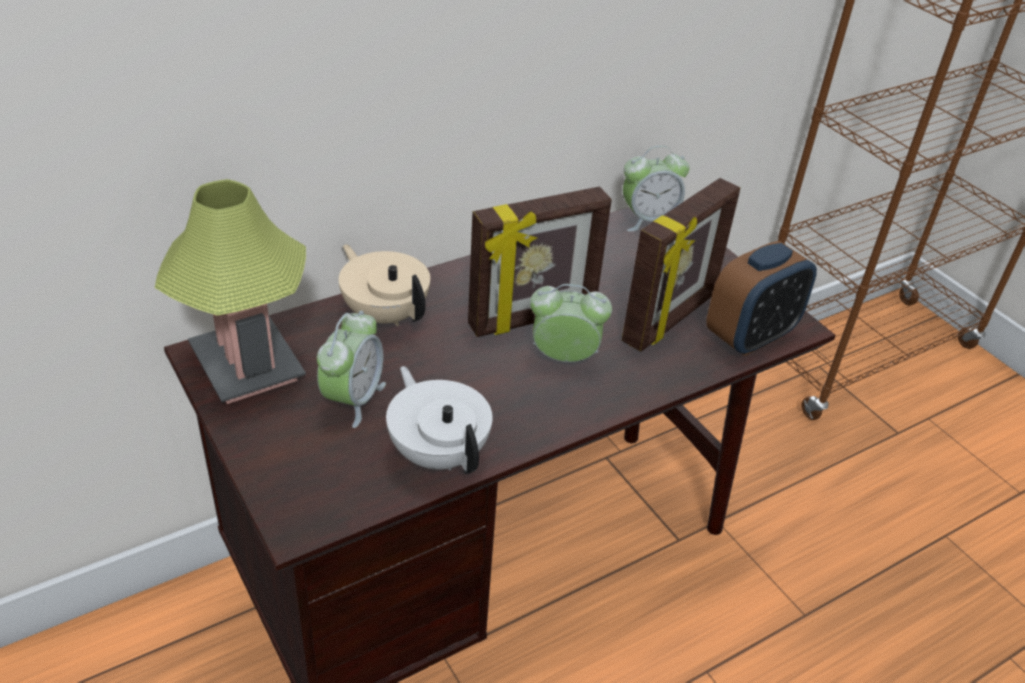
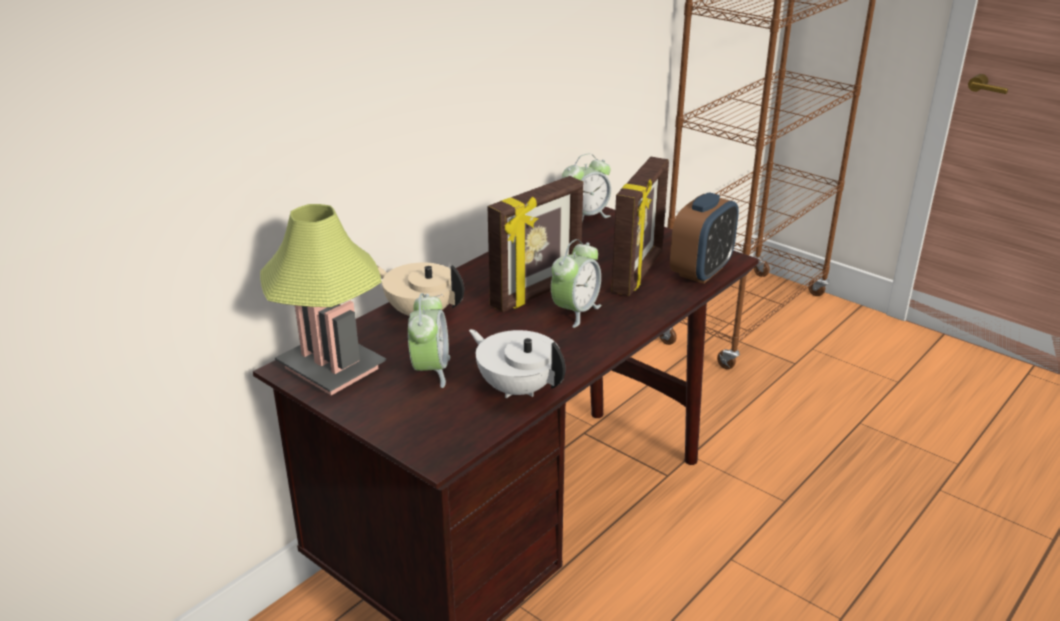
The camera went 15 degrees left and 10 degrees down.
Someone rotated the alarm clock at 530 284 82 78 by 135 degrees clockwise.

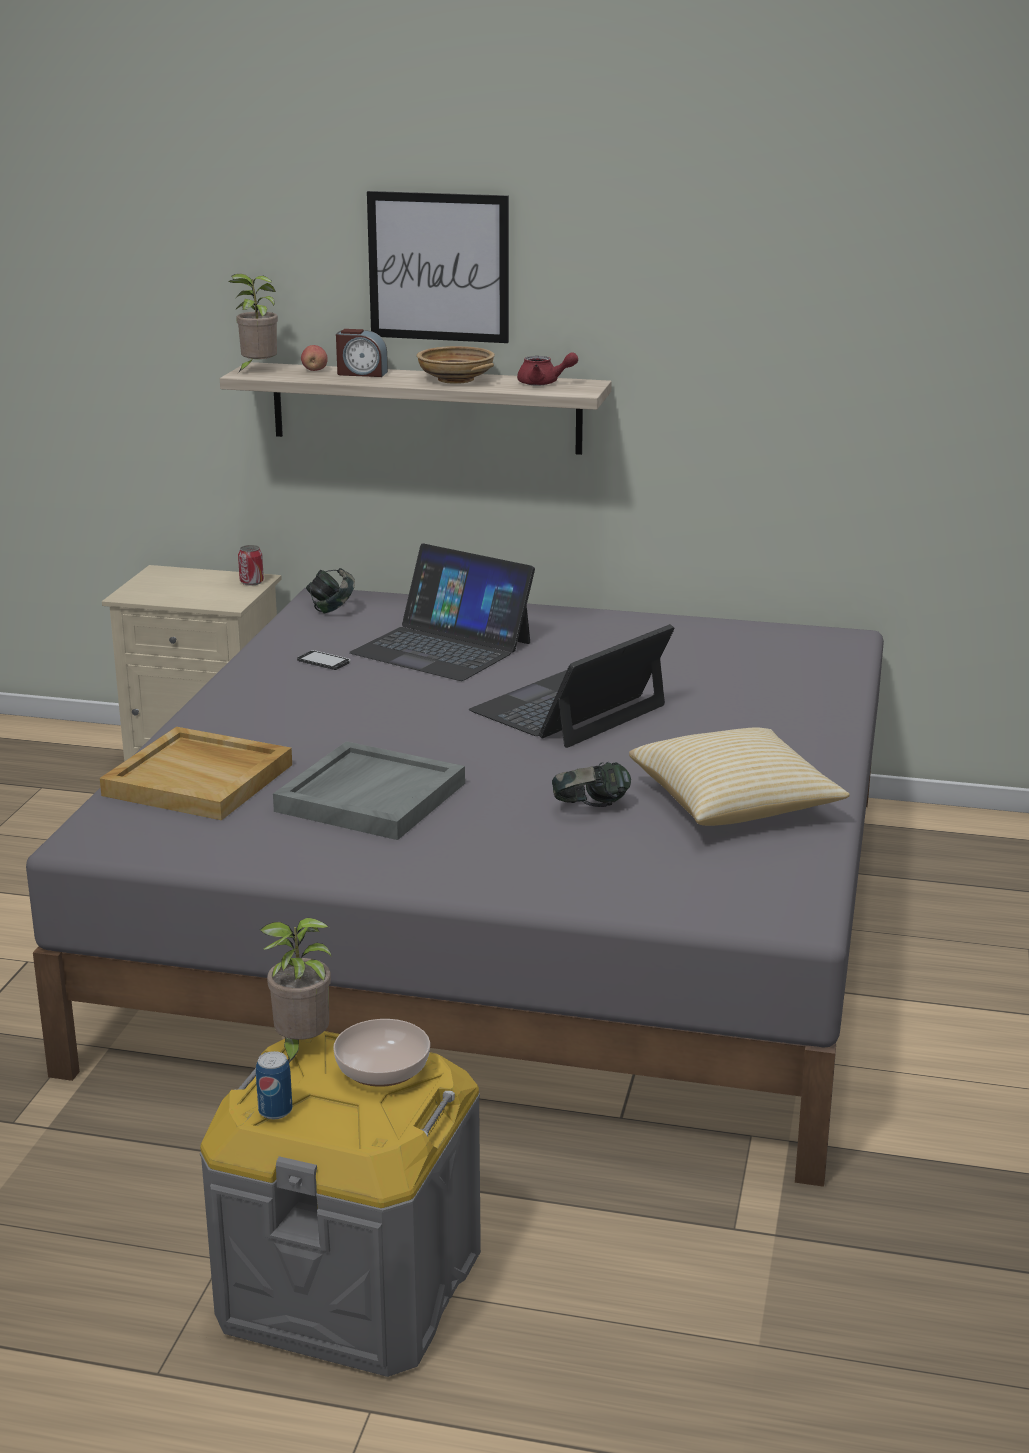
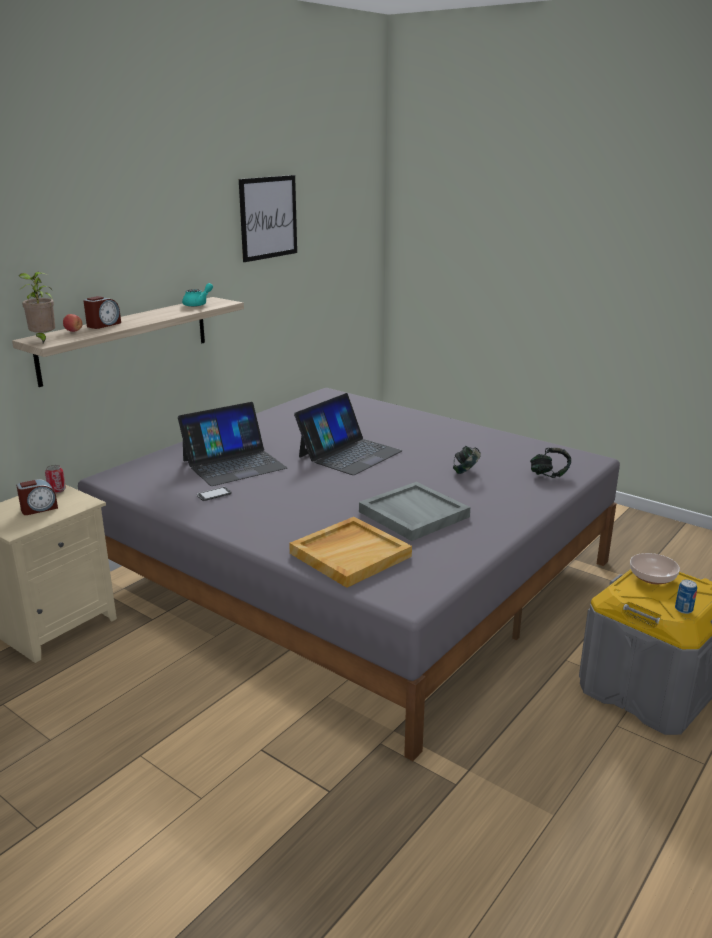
The camera went 65 degrees left and 0 degrees up.
Someone took away the potted plant at 259 918 73 145.
Someone took away the bowl in beige at 417 346 78 38.
Someone took away the pillow at 629 728 221 98.
Someone put down the alarm clock at 16 479 42 36.
Someone carried the headphones from 306 568 49 46 to 530 448 41 30.
Someone carried the picture from 367 191 142 152 to 239 175 58 87.
Someone repainted the teapot in red at 517 352 61 34, which became the teapot in turquoise at 182 283 31 24.
Someone rotated the laptop at 469 624 205 124 by 120 degrees counterclockwise.

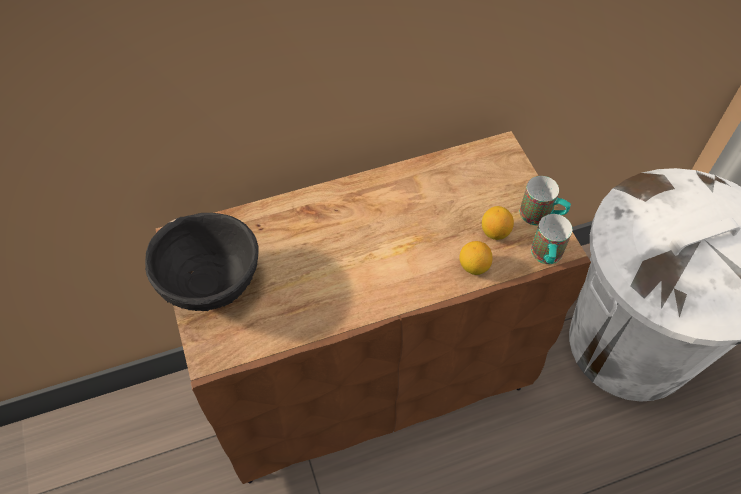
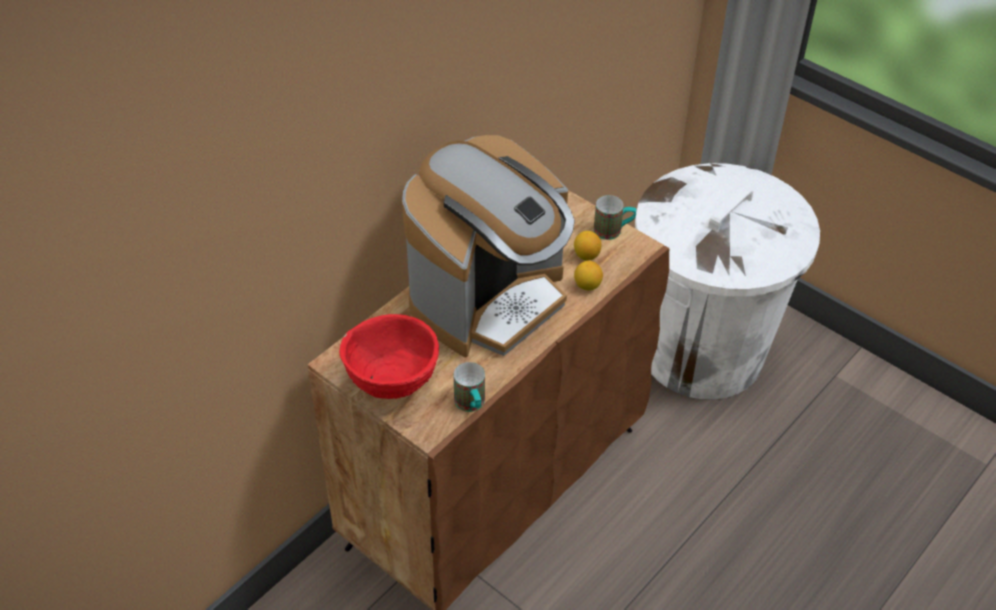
The camera went 30 degrees left and 10 degrees down.
Someone put down the coffee machine at 402 135 173 222.
Someone carried the mug from 531 214 41 50 to 454 362 31 50.
Someone repainted the bowl in black at 145 213 114 98, which became the bowl in red at 339 314 100 85.

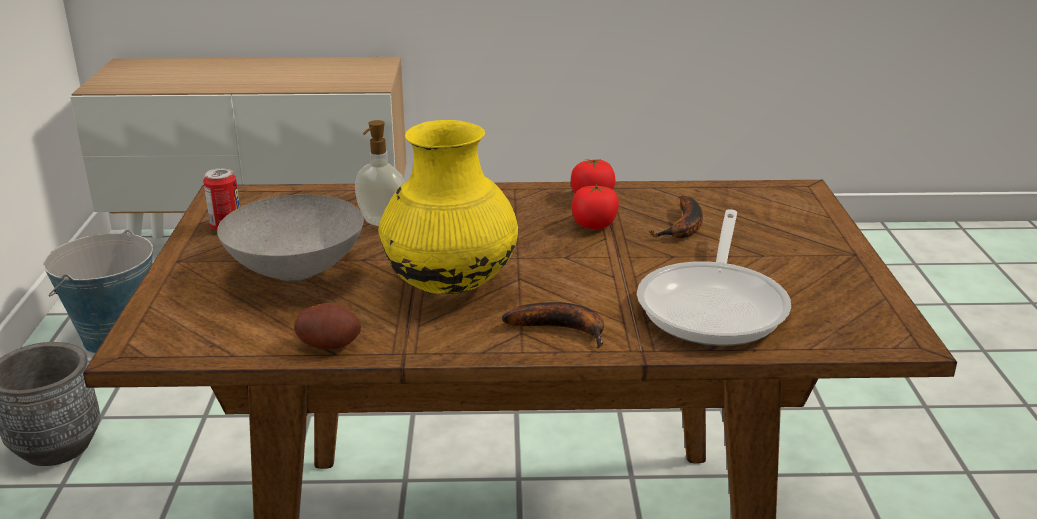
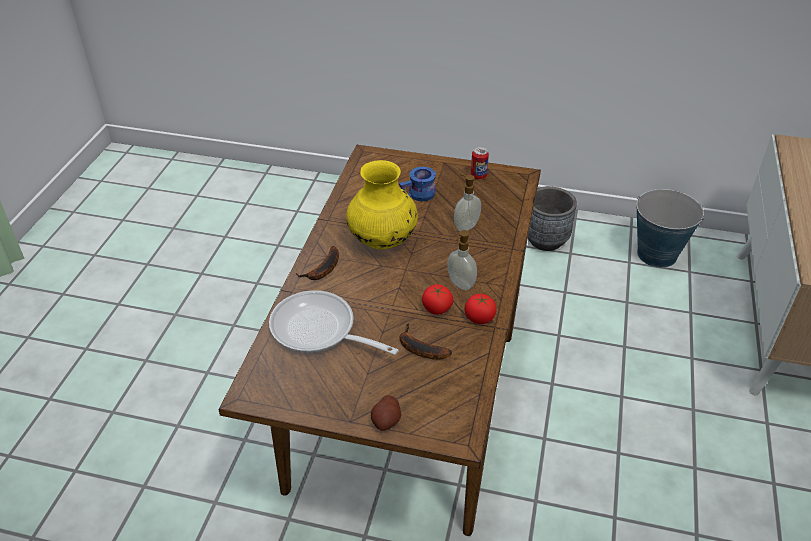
The camera went 105 degrees right and 15 degrees up.
Someone put down the soap dispenser at 447 230 30 60.
Someone carried the potato from 294 303 67 46 to 371 395 30 36.
Someone swapped the bowl in grey at 217 194 147 87 for the mug in blue at 399 167 37 34.

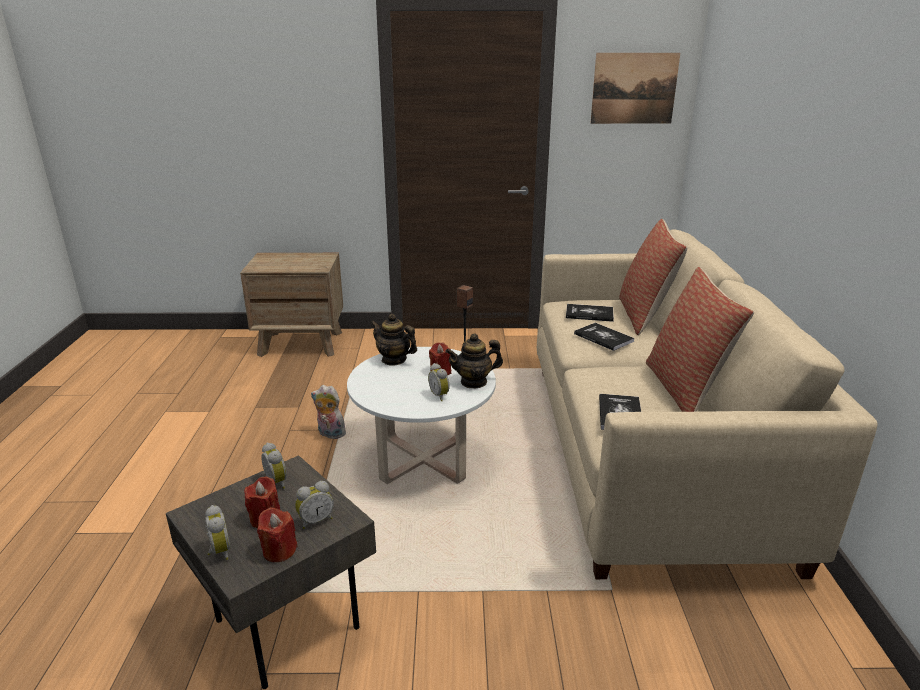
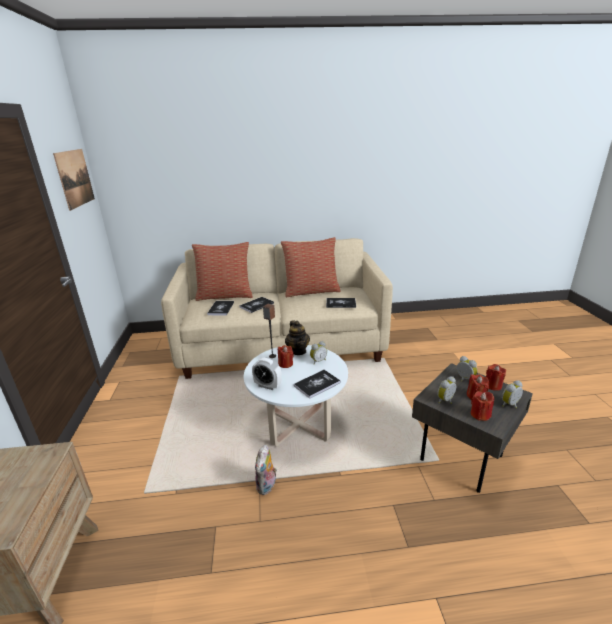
The camera went 95 degrees left and 0 degrees up.
Someone put down the book at 294 370 47 29.
Someone put down the candle in red at 471 391 23 30.
Someone swapped the teapot at 370 314 47 52 for the alarm clock at 252 357 30 33.

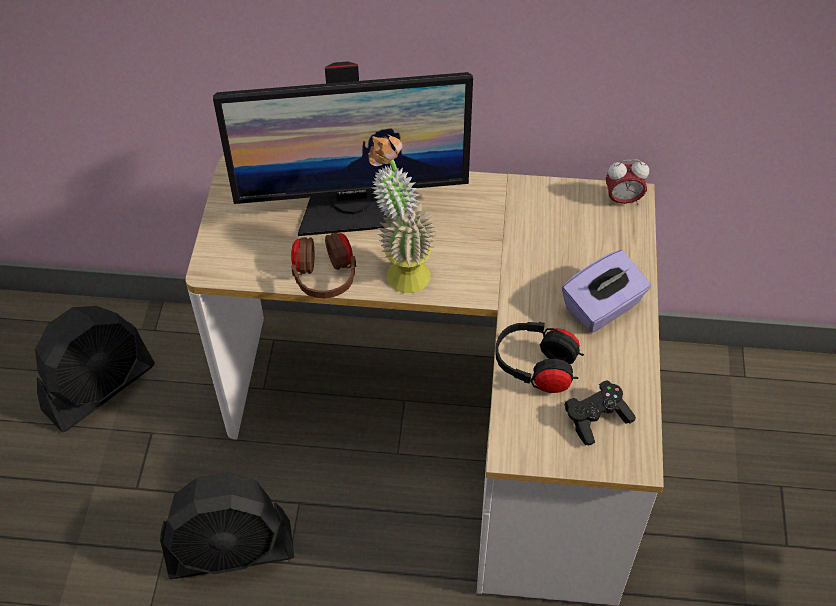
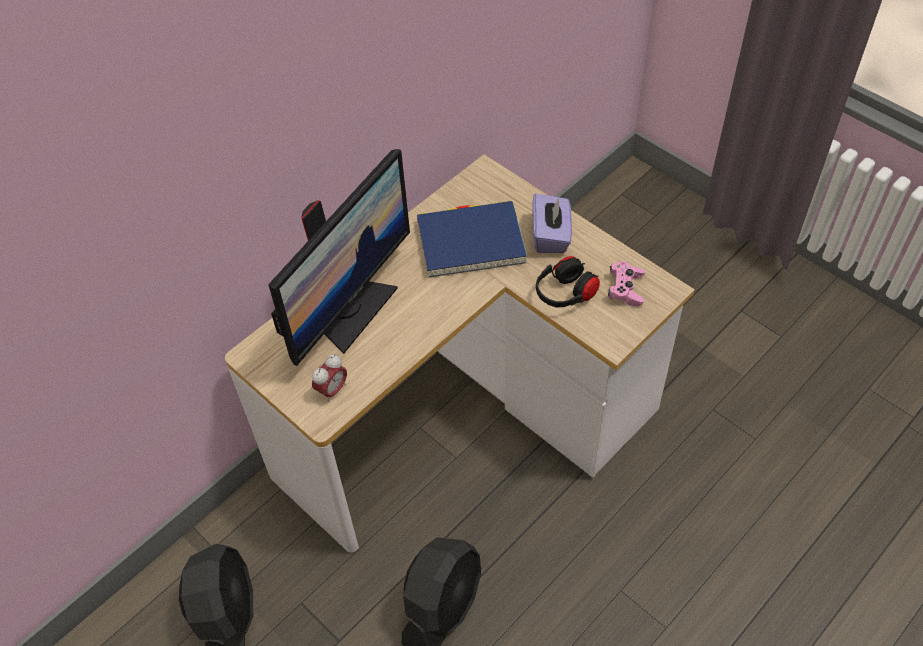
The camera went 50 degrees left and 0 degrees up.
Someone took away the headphones in brown at 291 233 65 65.
Someone took away the potted plant at 368 135 69 158.
Someone put down the book in blue at 417 201 110 77.
Someone carried the alarm clock from 606 159 43 47 to 312 354 35 48.
Someone repainted the game controller in black at 565 381 71 65, which became the game controller in pink at 608 261 37 45.

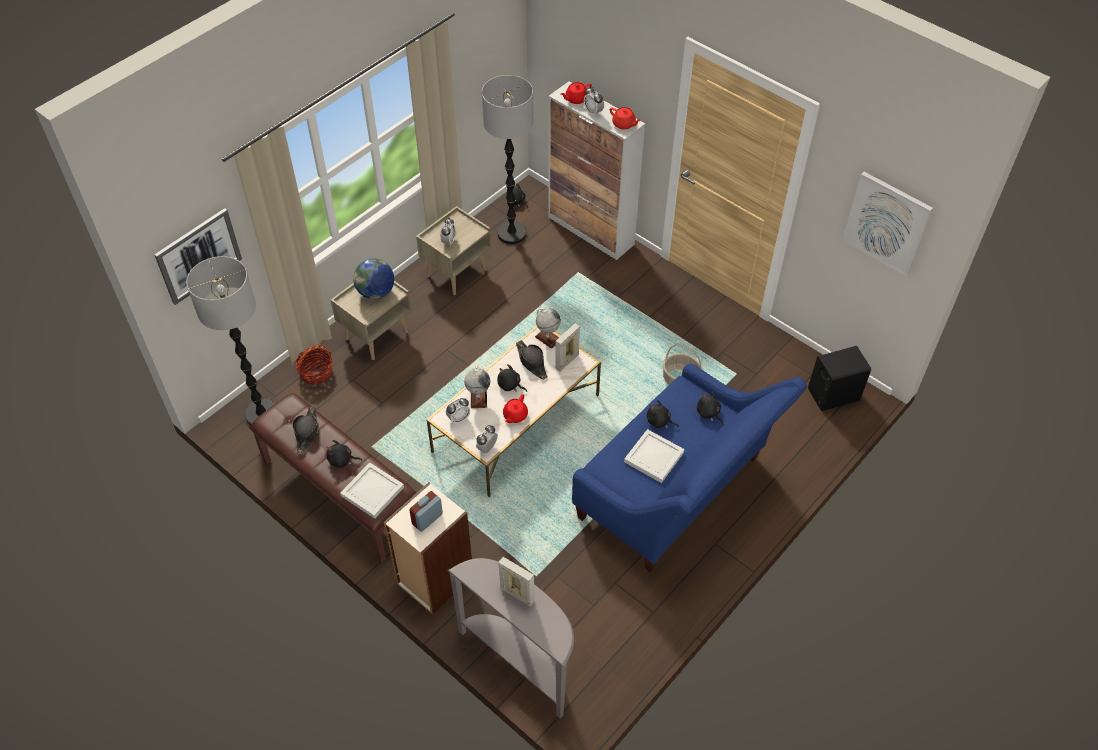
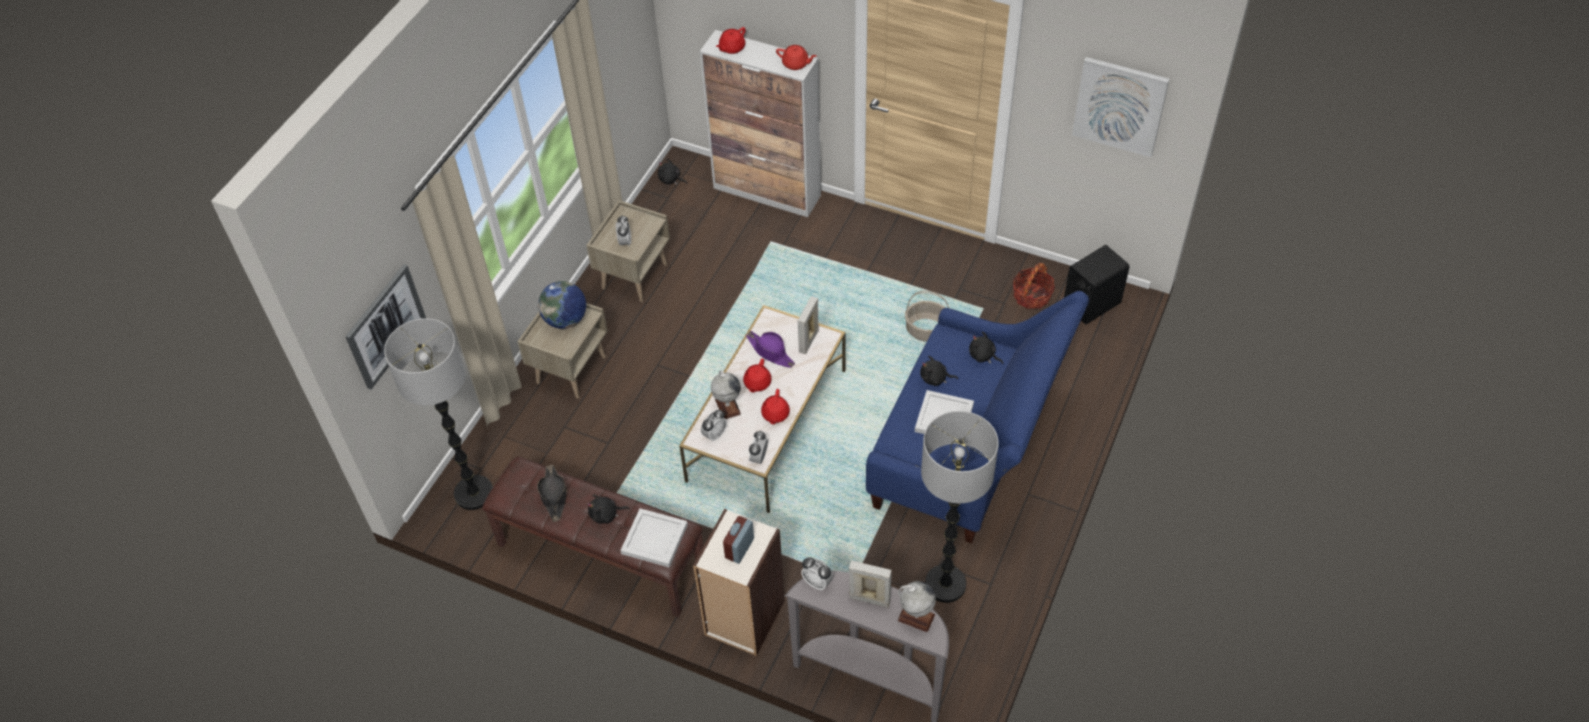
The camera went 15 degrees left and 0 degrees up.
Someone carried the basket from 295 345 38 40 to 1013 263 42 46.
Someone carried the floor lamp from 482 75 52 169 to 921 411 78 192.
Someone carried the globe from 535 308 26 41 to 898 581 38 51.
Someone carried the alarm clock from 584 87 20 29 to 801 557 32 33.
Someone swapped the plush toy in black at 497 364 30 28 for the teapot in red at 743 359 28 34.
Someone repainted the hat in black at 516 340 32 40, which became the hat in purple at 746 331 49 37.

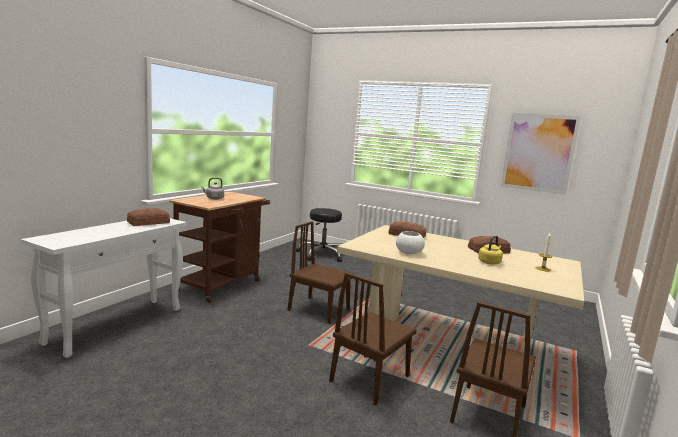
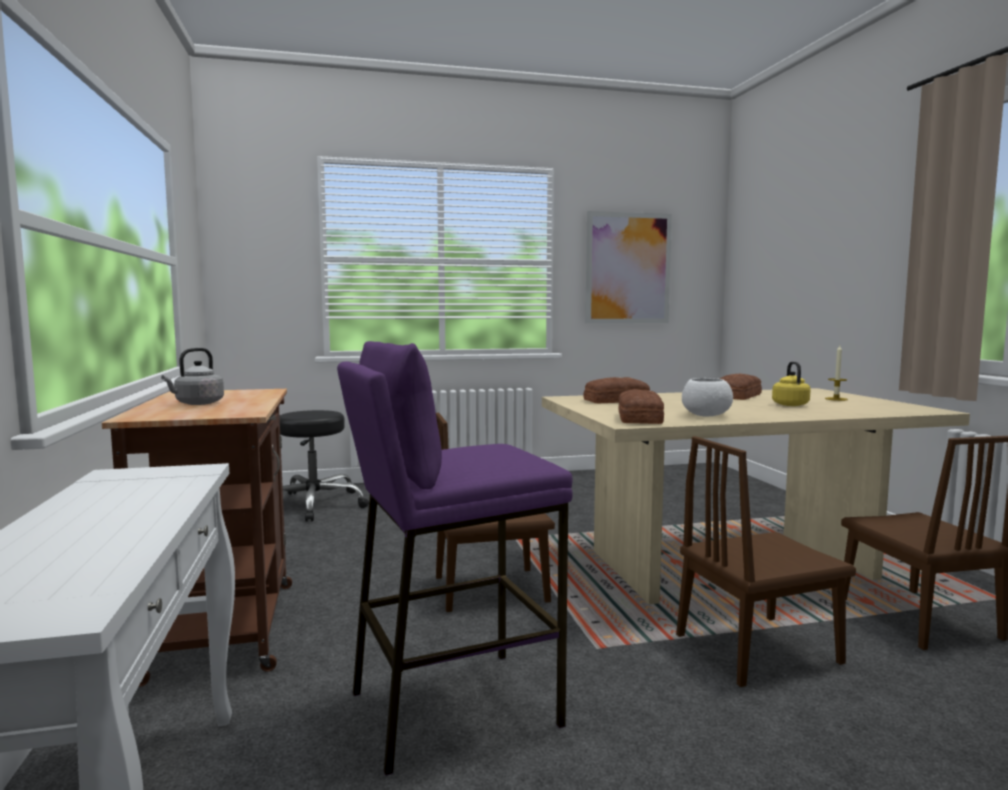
The camera went 40 degrees left and 5 degrees down.
Someone put down the stool in purple at 337 341 236 435.
Someone carried the bread from 127 208 43 18 to 618 389 46 35.
Someone rotated the chair in brown at 329 272 88 133 by 75 degrees clockwise.

